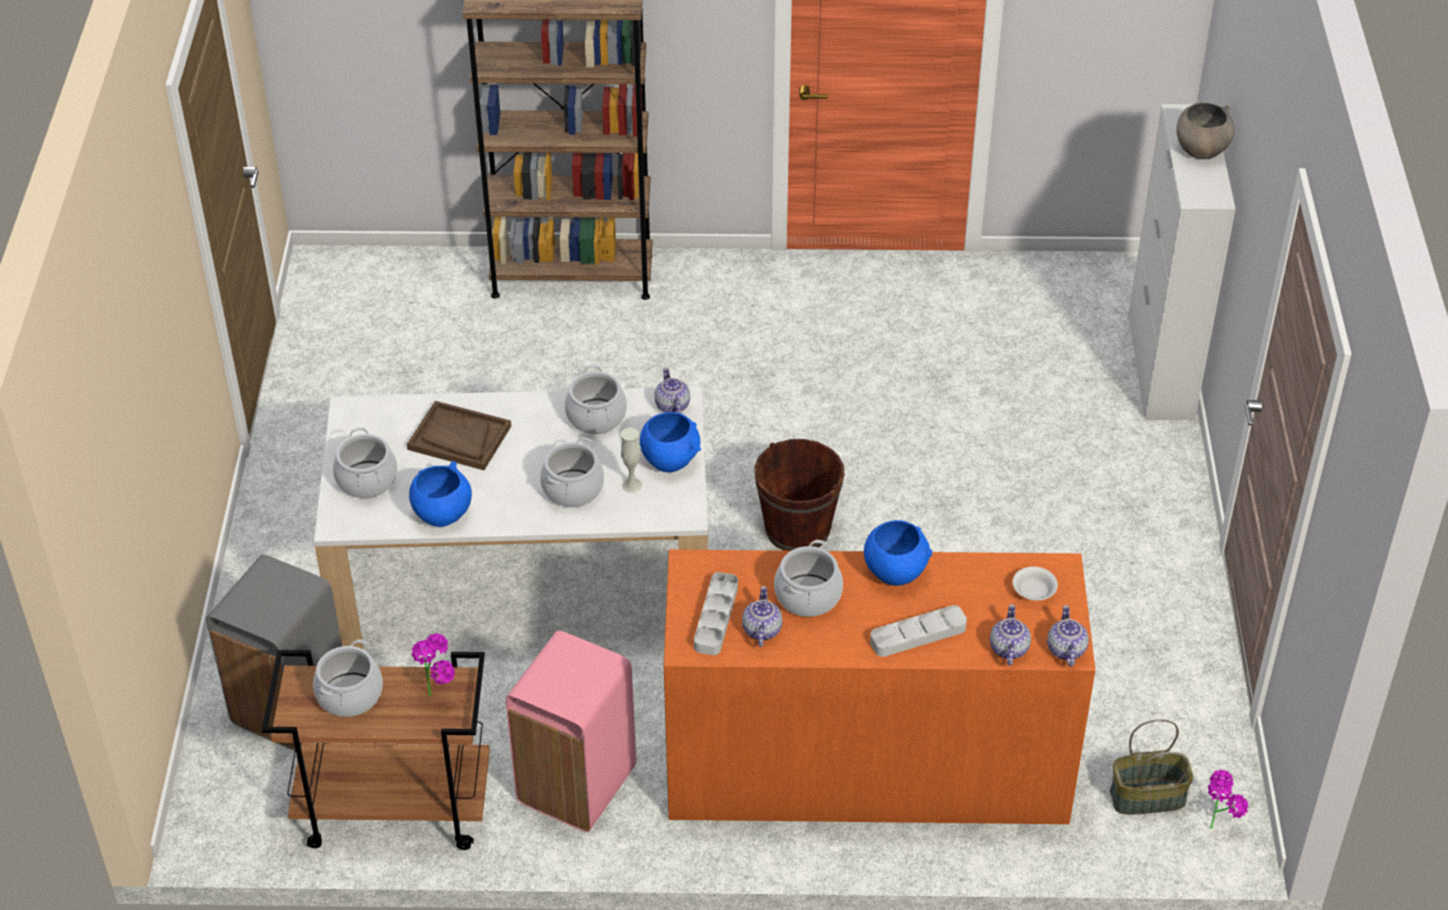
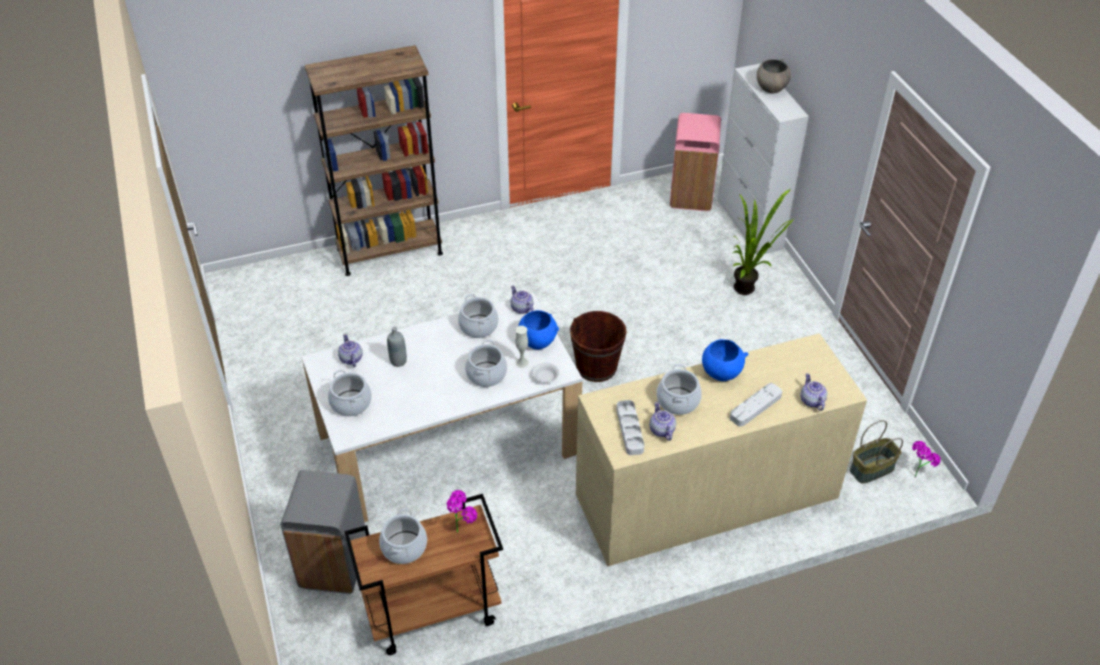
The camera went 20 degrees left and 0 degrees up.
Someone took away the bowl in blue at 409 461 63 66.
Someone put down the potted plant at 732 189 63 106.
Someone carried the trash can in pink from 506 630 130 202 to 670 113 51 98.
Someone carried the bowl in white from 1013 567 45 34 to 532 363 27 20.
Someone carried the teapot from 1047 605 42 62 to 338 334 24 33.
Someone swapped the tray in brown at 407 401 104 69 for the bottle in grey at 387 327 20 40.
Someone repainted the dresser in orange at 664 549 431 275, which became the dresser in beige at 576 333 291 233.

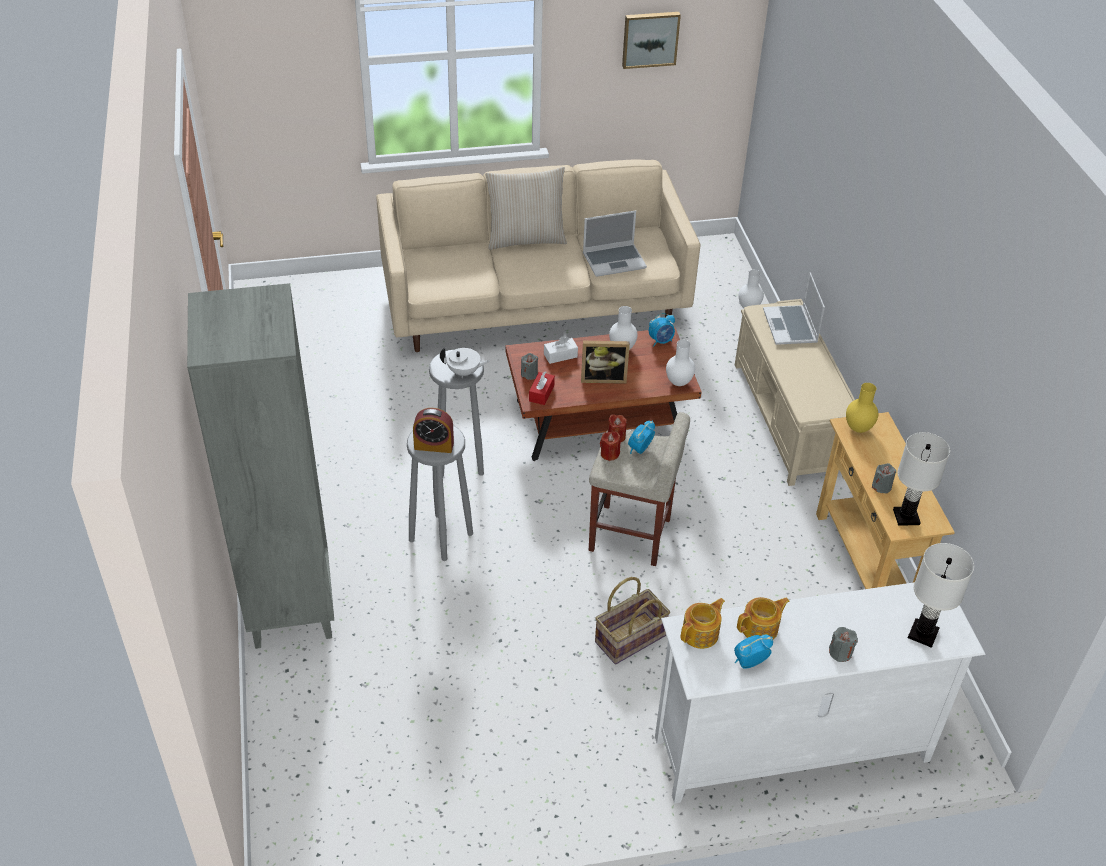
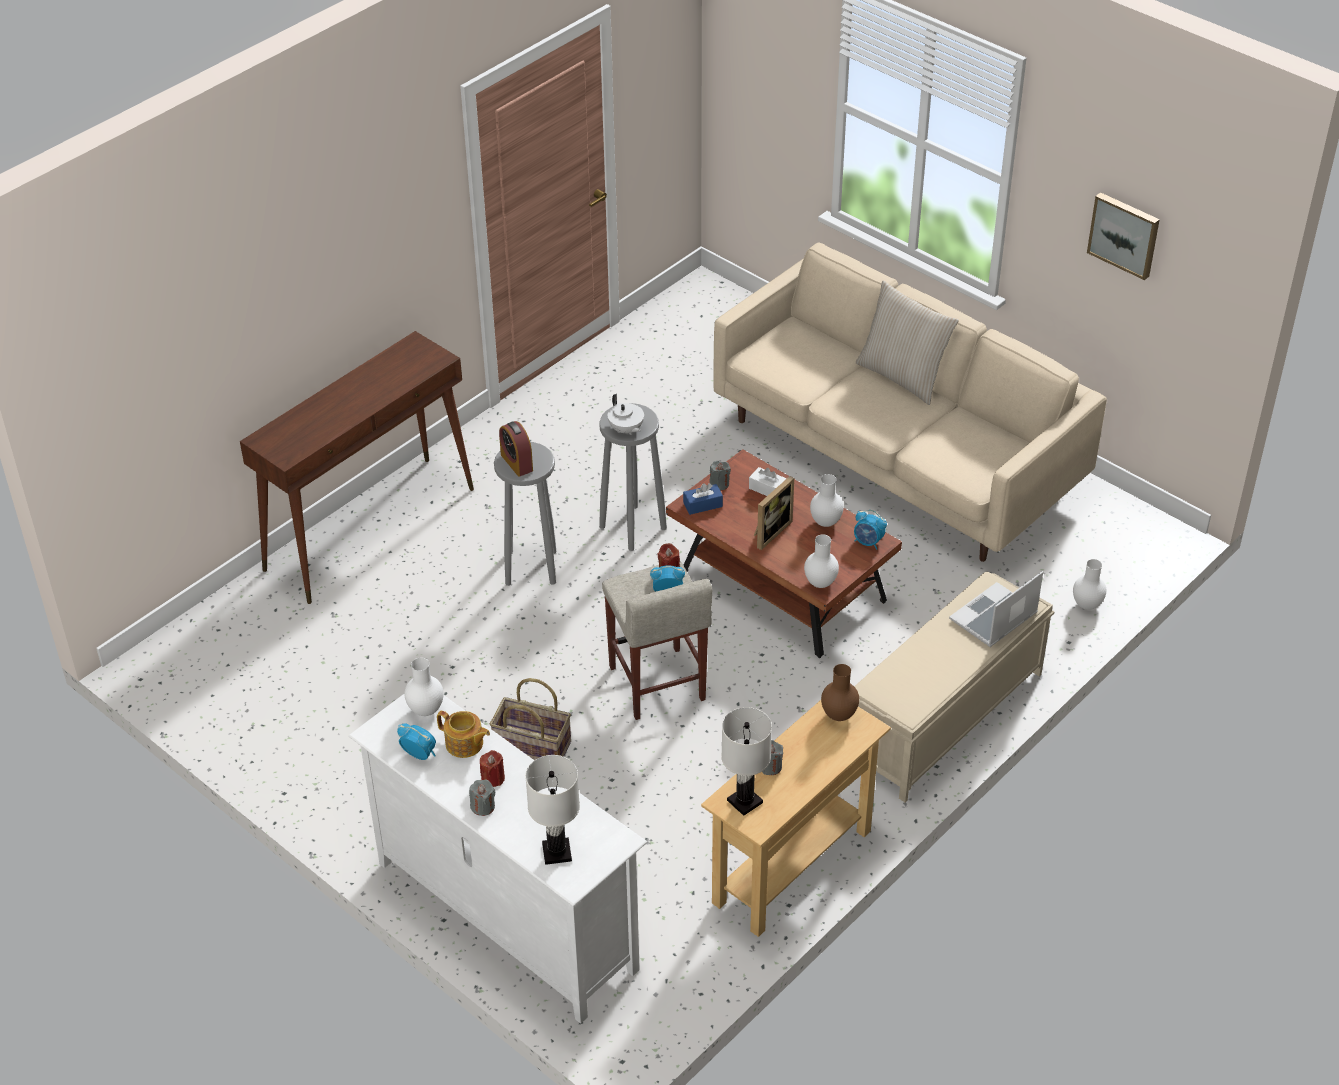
The camera went 55 degrees right and 0 degrees up.
Someone took away the laptop at 583 210 64 67.
Someone carried the candle in red from 600 431 21 30 to 480 750 25 37.
Someone swapped the bookcase in grey at 187 283 147 366 for the console table in brown at 240 331 234 273.
Someone swapped the teapot at 681 598 44 51 for the vase in white at 404 658 40 58.
Someone repainted the tissue box in red at 529 371 26 34, which became the tissue box in blue at 683 483 40 32.
Someone repainted the vase in yellow at 846 383 32 50, which became the vase in brown at 821 664 38 57.
Someone rotated the picture frame at 581 341 49 43 by 105 degrees counterclockwise.

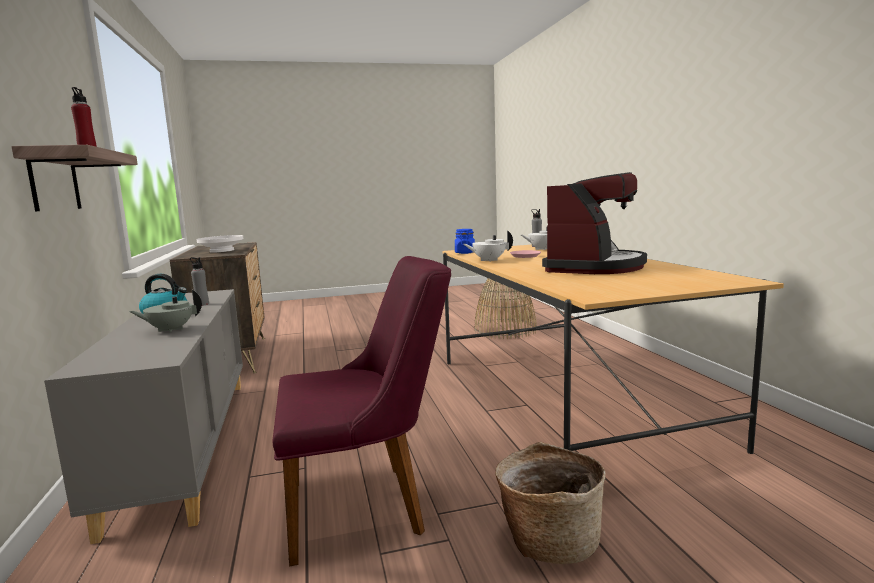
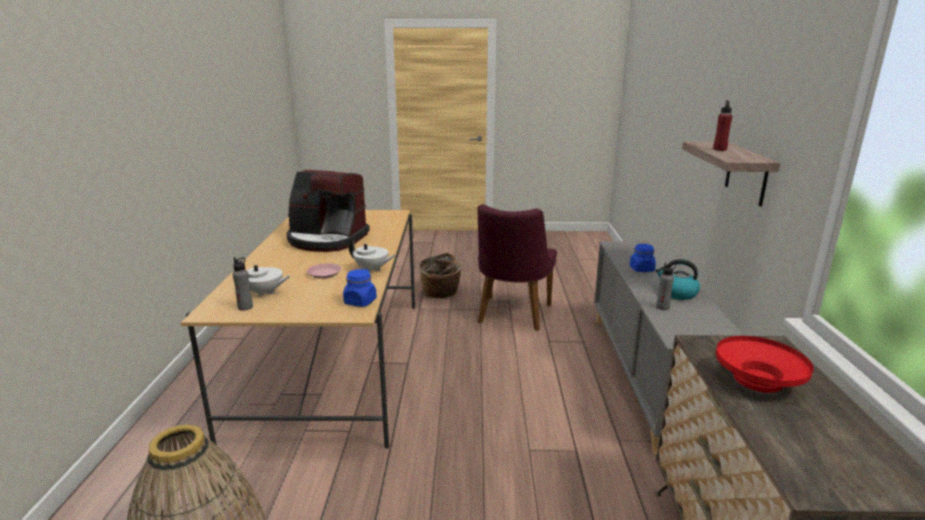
The camera went 165 degrees left and 10 degrees up.
Someone swapped the teapot in grey at 129 290 73 43 for the jar in blue at 630 244 26 28.
Someone repainted the bowl in white at 196 235 48 17, which became the bowl in red at 716 336 98 57.
Someone rotated the chair in purple at 272 256 179 311 by 75 degrees counterclockwise.
Someone rotated the coffee machine at 542 172 105 102 by 120 degrees counterclockwise.

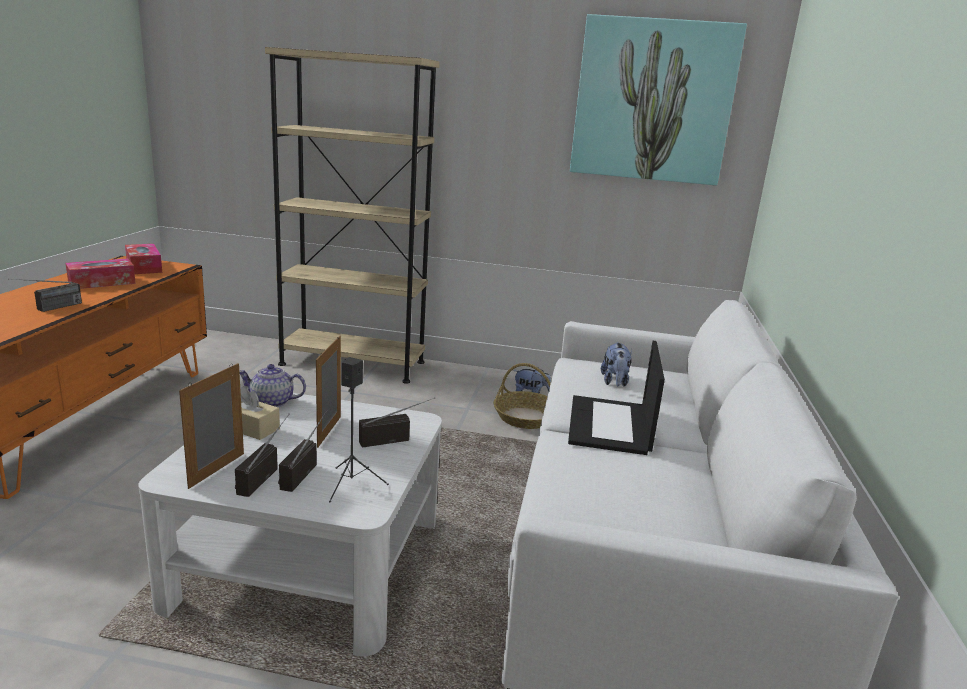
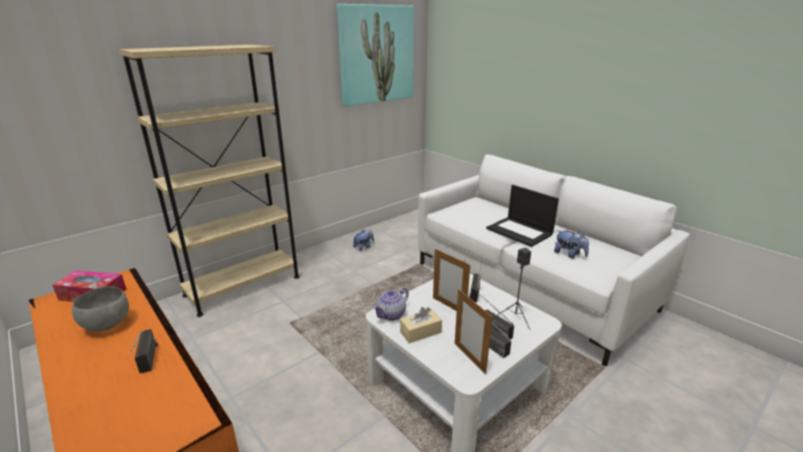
The camera went 50 degrees left and 5 degrees up.
Someone took away the basket at 494 363 57 66.
Someone carried the plush toy from 601 342 31 45 to 554 230 35 29.
Someone swapped the tissue box at 65 258 71 31 for the bowl in grey at 72 287 57 44.

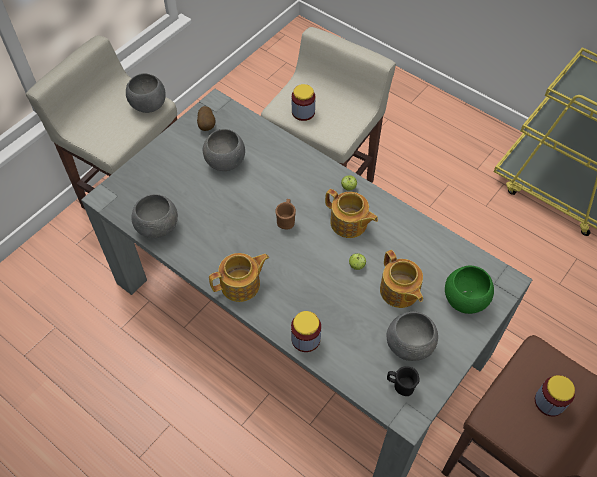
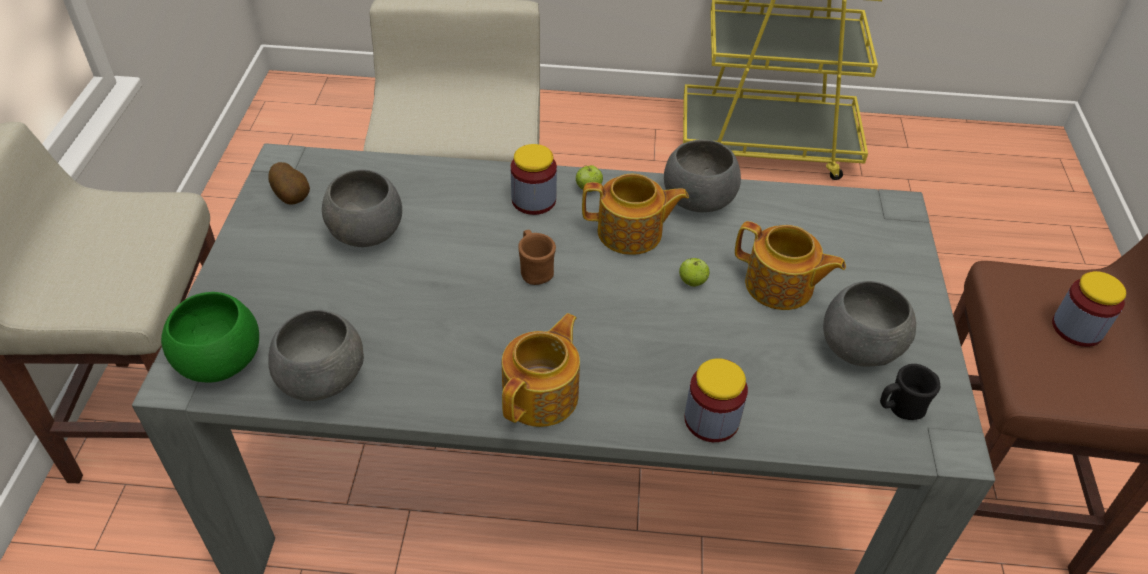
The camera went 35 degrees left and 10 degrees down.
Someone carried the bowl in grey from 126 73 40 40 to 664 139 77 73.
Someone carried the jar from 292 84 23 37 to 511 144 46 71.
Someone carried the bowl in green from 445 266 49 48 to 161 292 98 90.

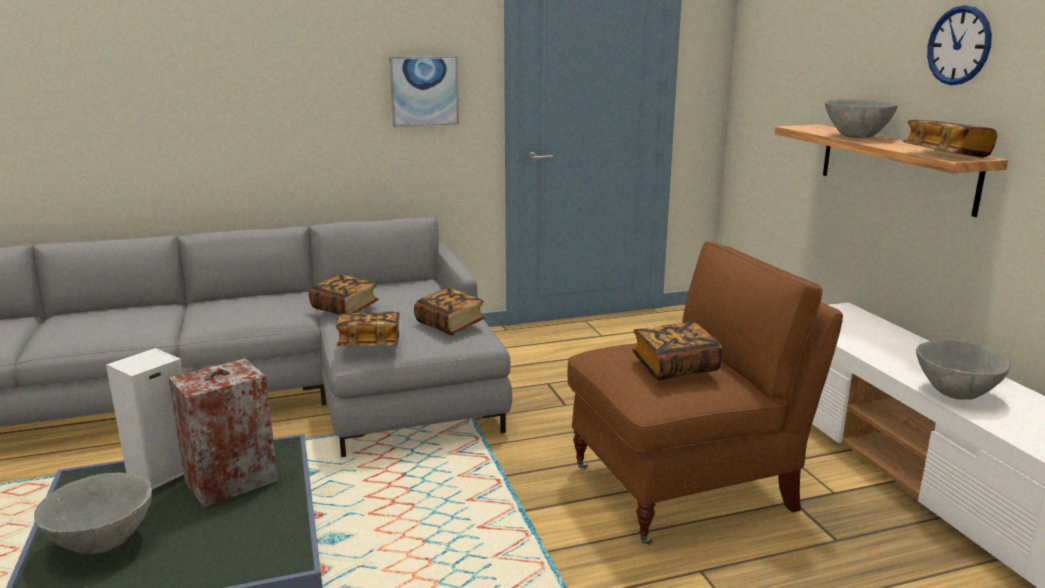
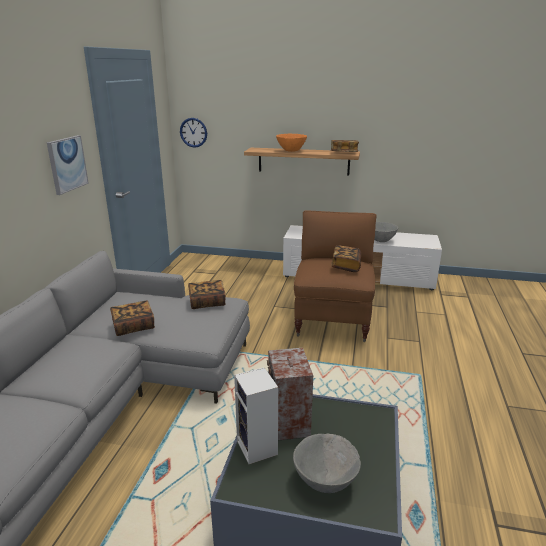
The camera went 60 degrees left and 5 degrees up.
Someone took away the book at 336 312 63 34.
Someone carried the wall clock from 927 5 65 80 to 180 118 27 30.
Someone repainted the bowl in grey at 825 100 73 38, which became the bowl in orange at 276 134 31 18.

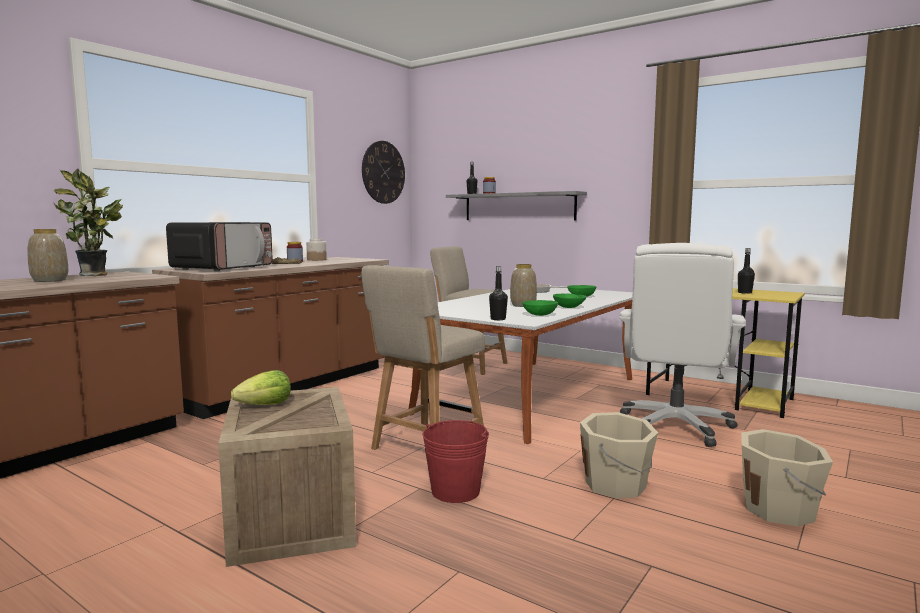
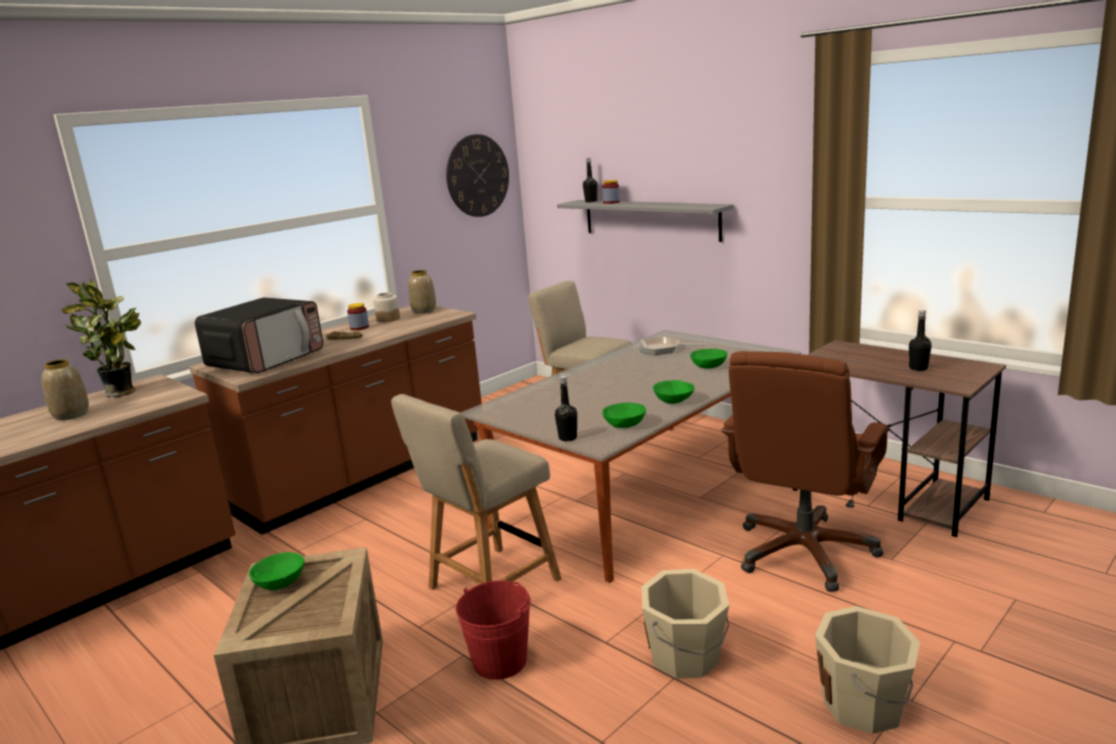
The camera went 10 degrees right and 10 degrees up.
Someone carried the vase from 510 264 27 43 to 408 270 28 44.
Someone swapped the lettuce at 231 370 60 35 for the bowl in green at 249 552 55 38.
Someone repainted the office chair in white at 619 243 127 204, which became the office chair in brown at 721 351 167 241.
Someone repainted the desk in yellow at 646 288 159 130, which became the desk in brown at 793 340 213 197.

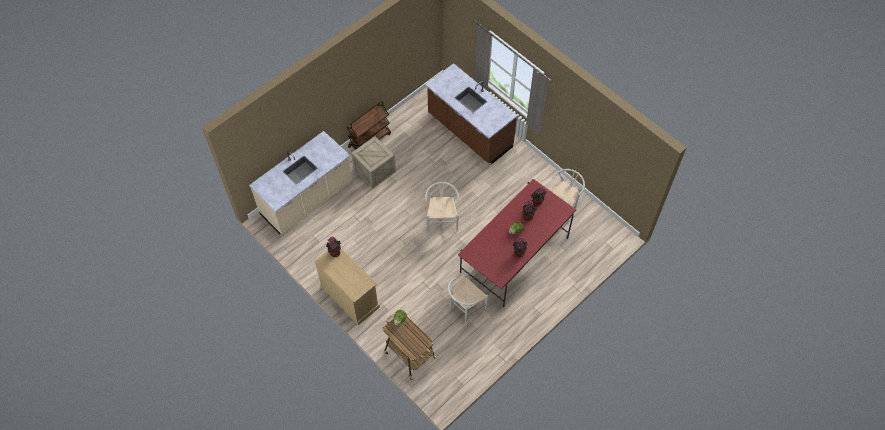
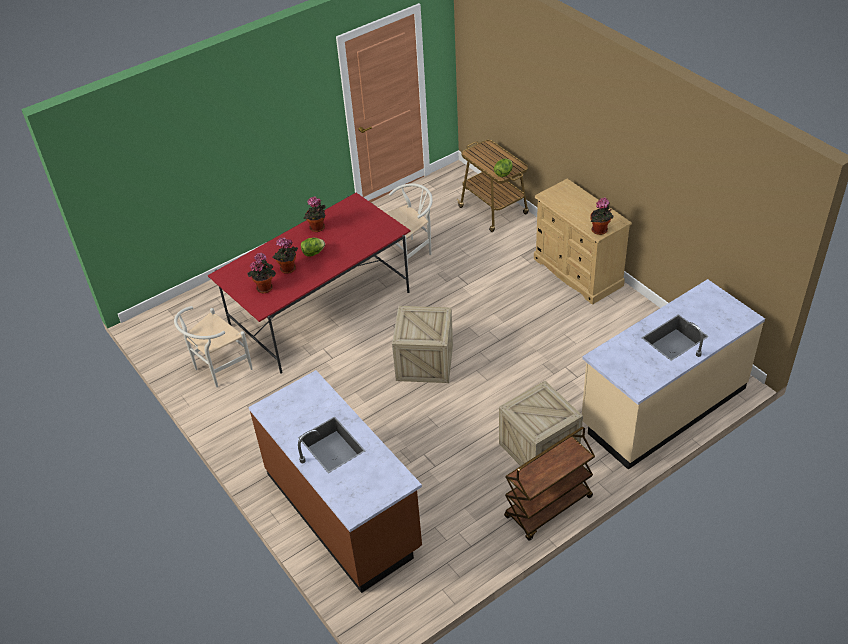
The camera went 170 degrees left and 15 degrees down.
Someone swapped the chair in white at 425 182 34 50 for the crate at 392 306 61 77.

